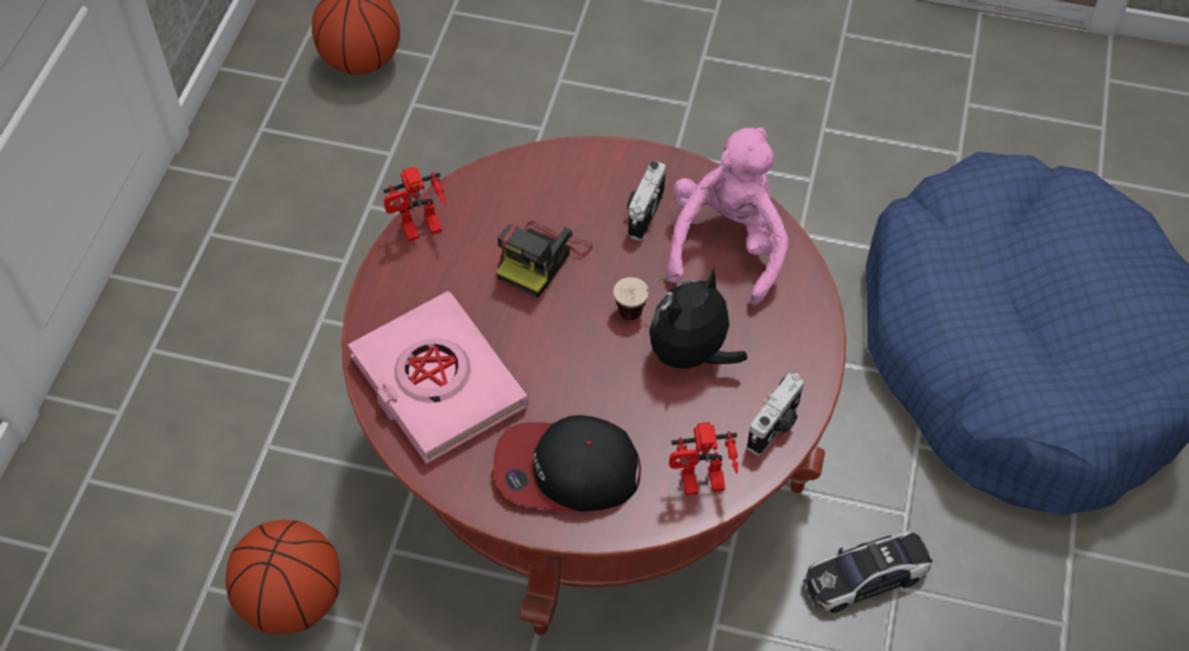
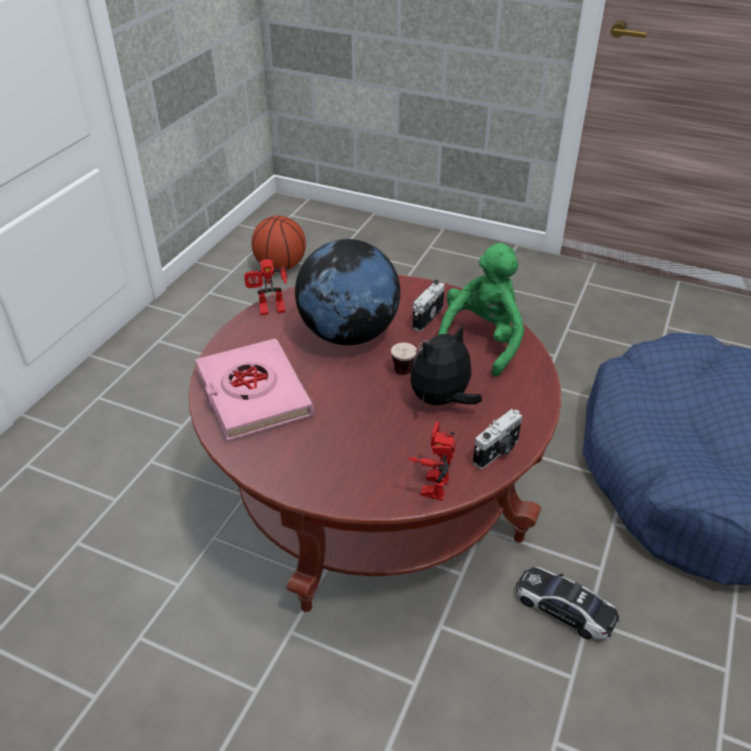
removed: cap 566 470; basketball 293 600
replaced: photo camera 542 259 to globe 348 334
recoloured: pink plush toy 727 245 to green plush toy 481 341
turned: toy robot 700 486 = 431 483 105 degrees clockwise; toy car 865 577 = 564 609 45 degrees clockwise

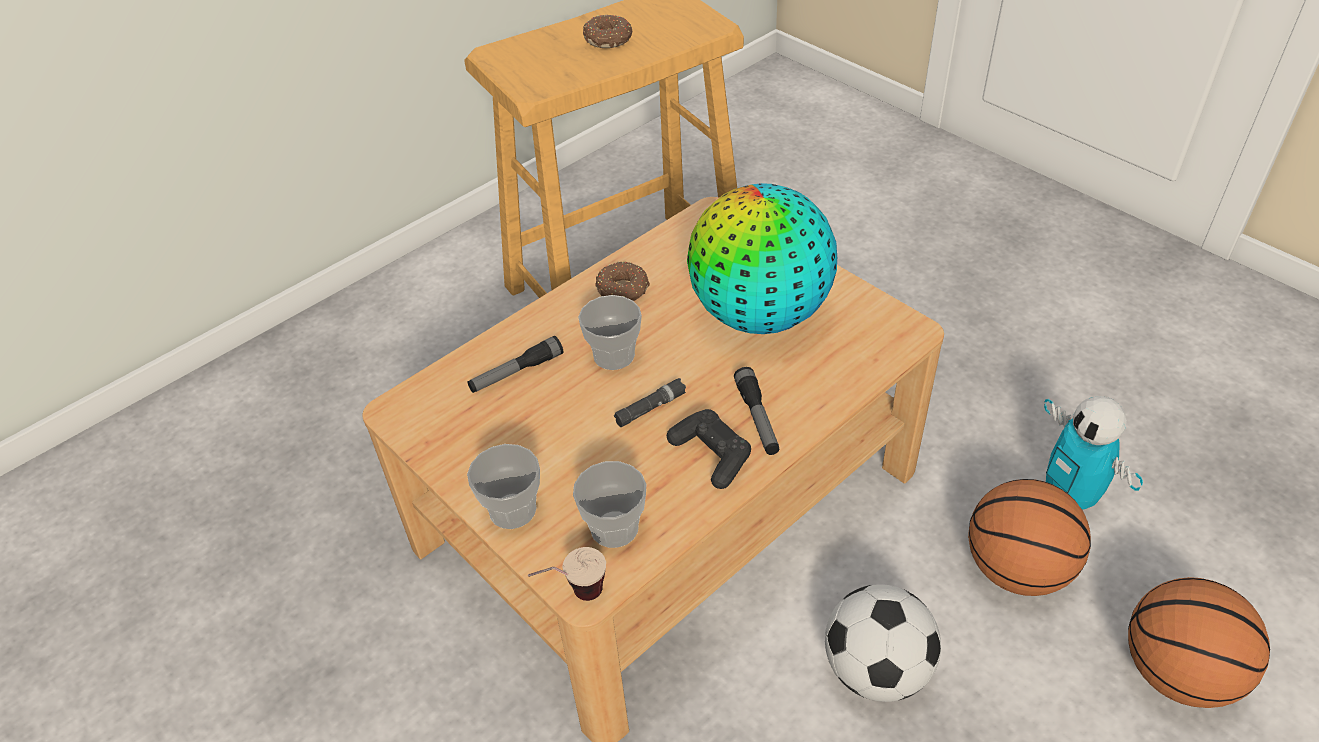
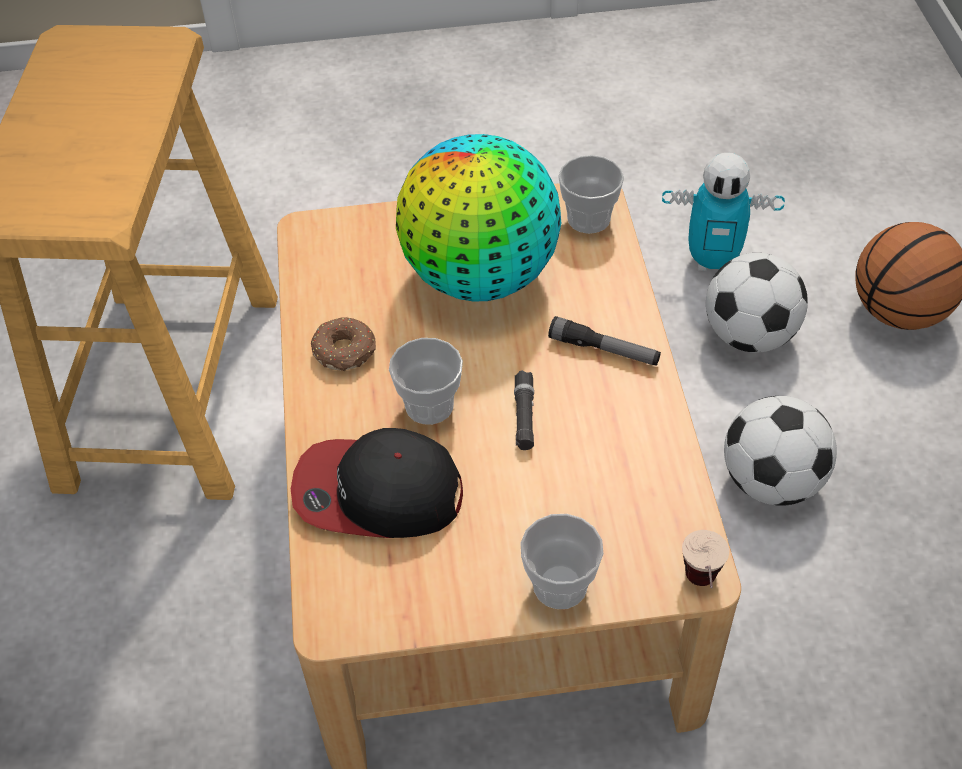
removed: donut 608 40; black game controller 711 455
moved: cup 614 528 to 588 219
replaced: flashlight 516 372 to cap 377 493; basketball 1016 569 to football 749 335

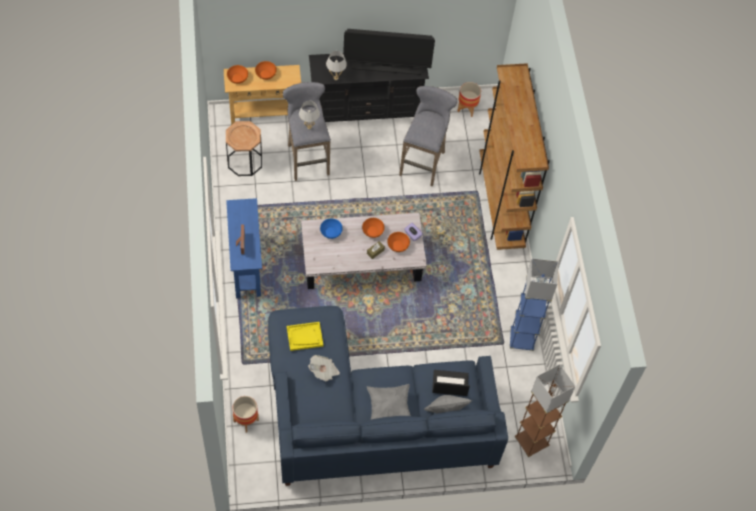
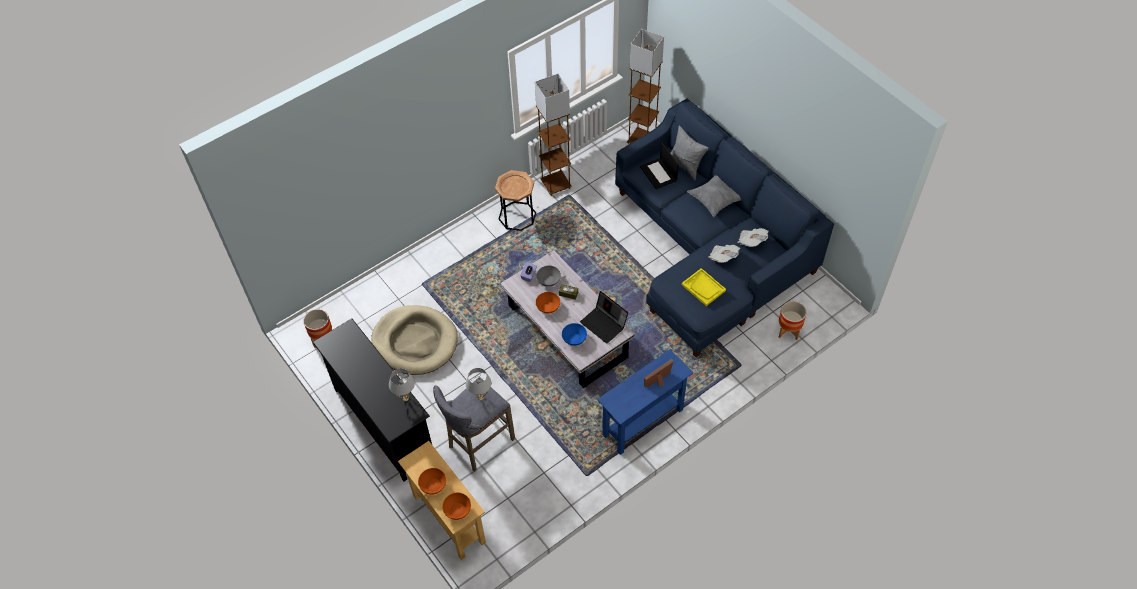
removed: television 387 67; brown bookcase 500 205
added: newspaper 751 241; laptop 604 324
moved: brown side table 245 161 to 517 216
replaced: grey stool 423 161 to beige dog bed 415 342
recoloured: orange bowl 398 245 to grey bowl 549 280; blue floor lamp 521 340 to brown floor lamp 556 185

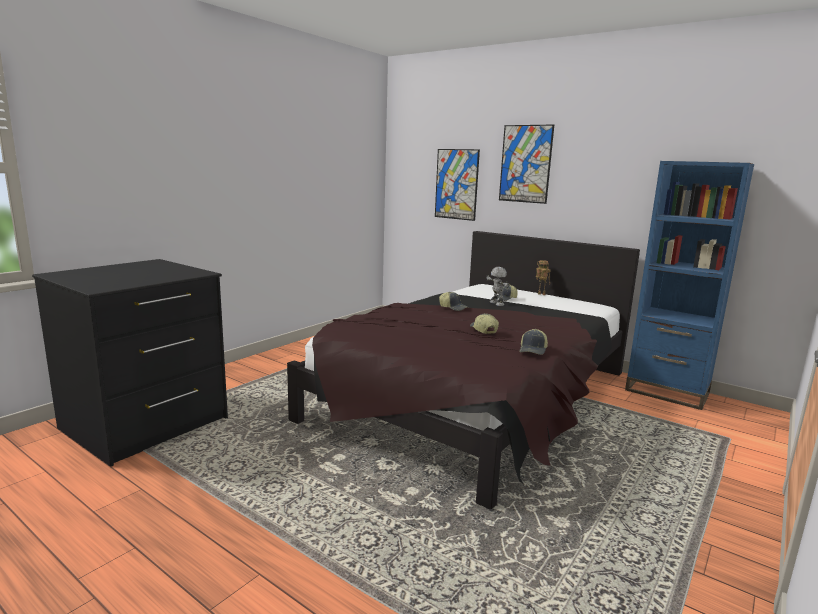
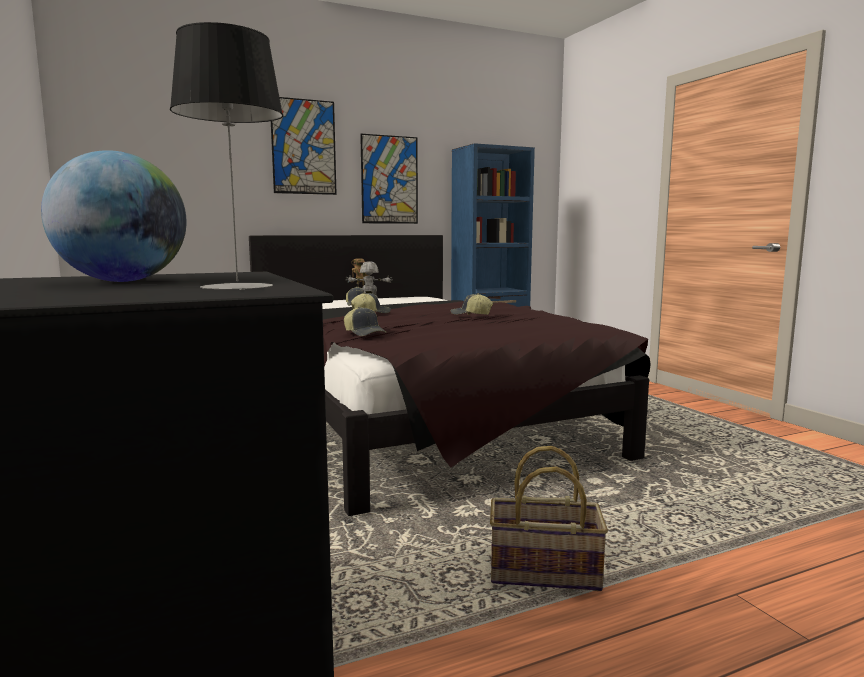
added: table lamp 237 287; globe 123 281; basket 543 573
moved: picture 456 184 to 389 180; cap 533 350 to 365 333

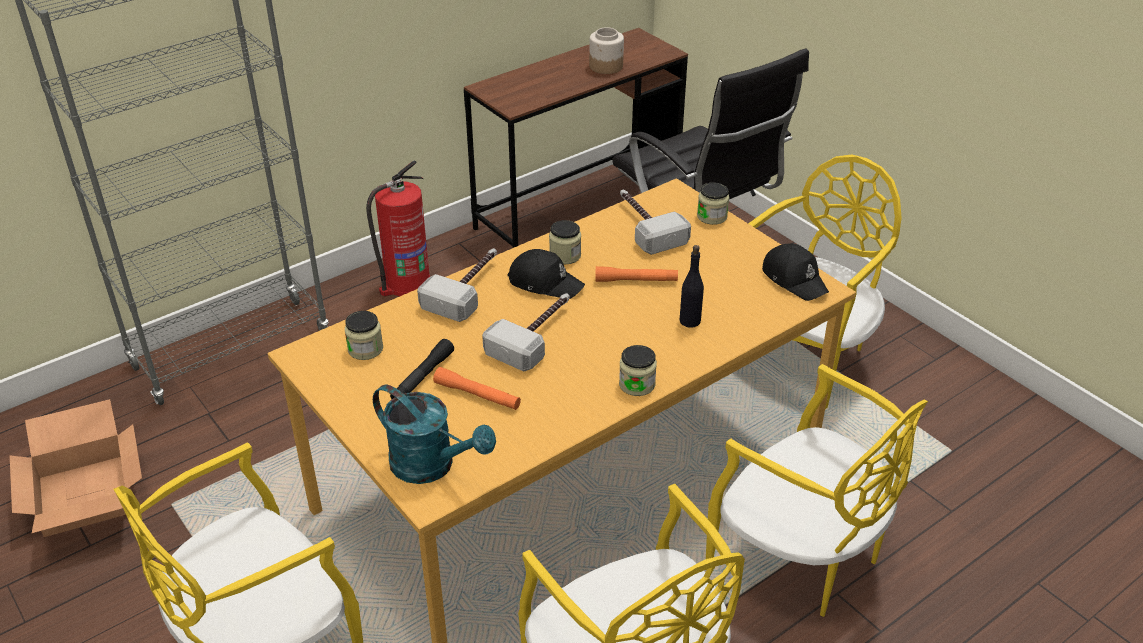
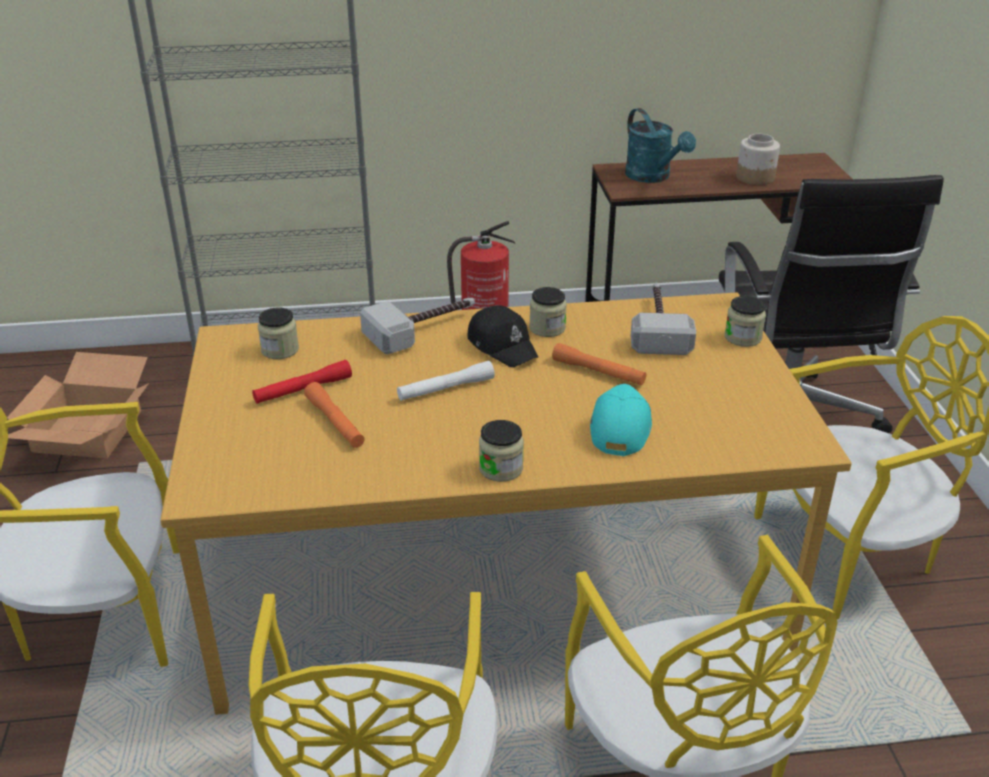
removed: black cap 794 279
moved: turquoise watering can 432 466 to 653 177
replaced: black bottle 689 321 to turquoise cap 619 428; hammer 536 335 to white flashlight 446 389
recoloured: black flashlight 422 377 to red flashlight 303 390

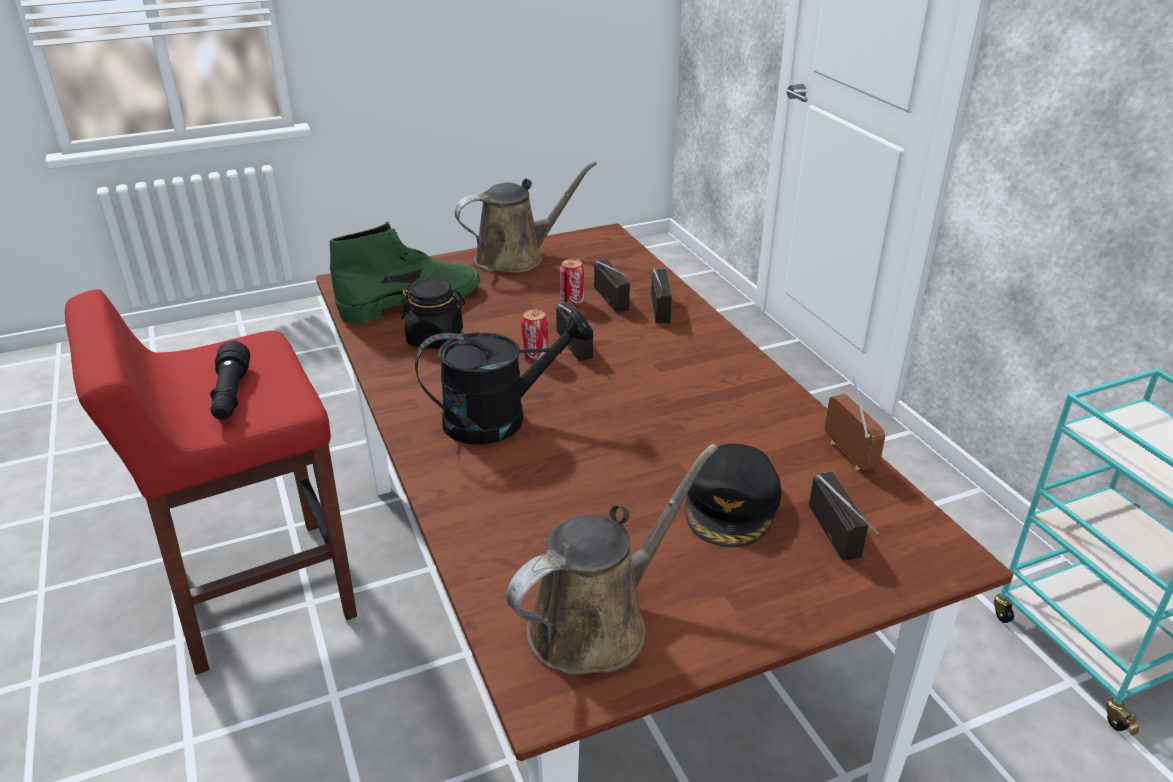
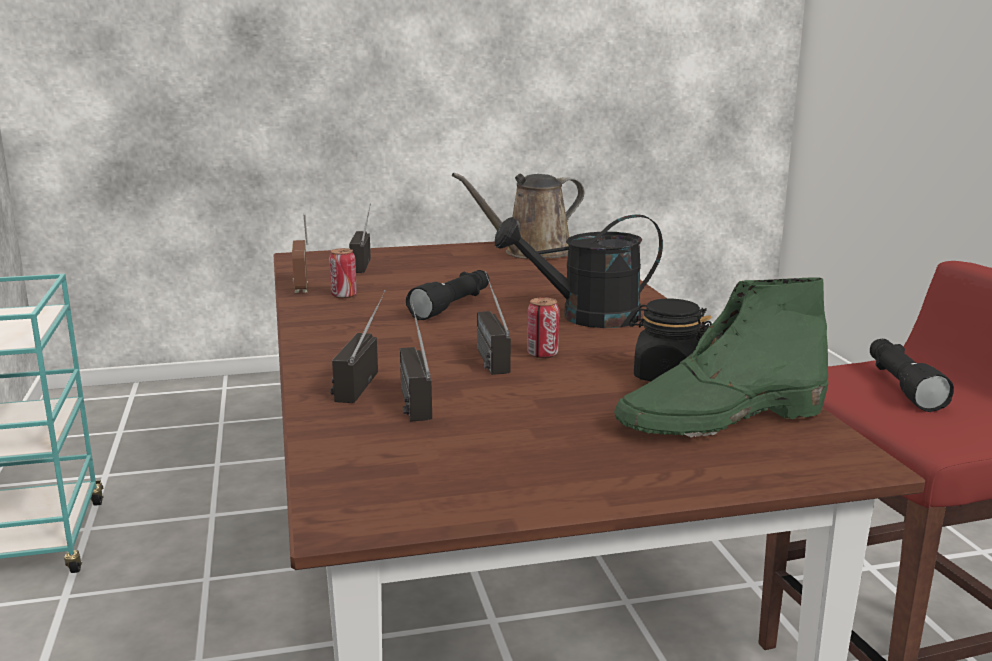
removed: brown watering can 516 257; black cap 732 504
added: black flashlight 453 306
moved: can 572 301 to 344 295

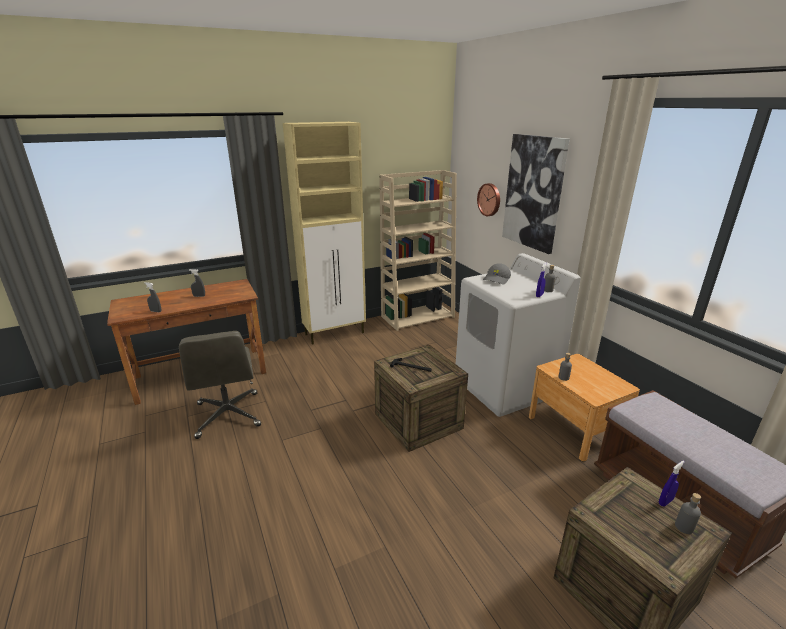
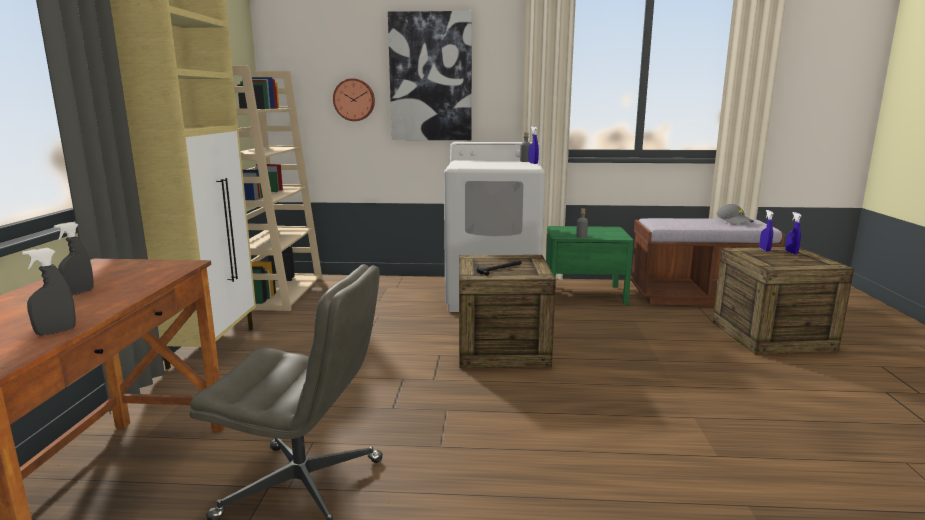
moved: grey cap 497 279 to 734 221
replaced: grey bottle 684 527 to blue spray bottle 791 252
recoloured: brown nightstand 574 429 to green nightstand 584 294

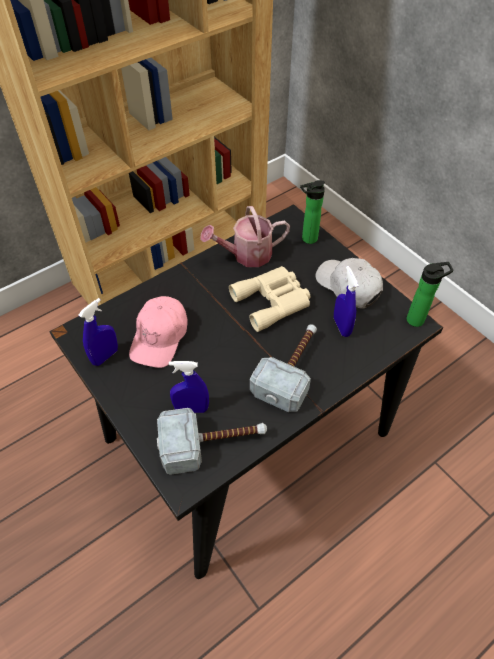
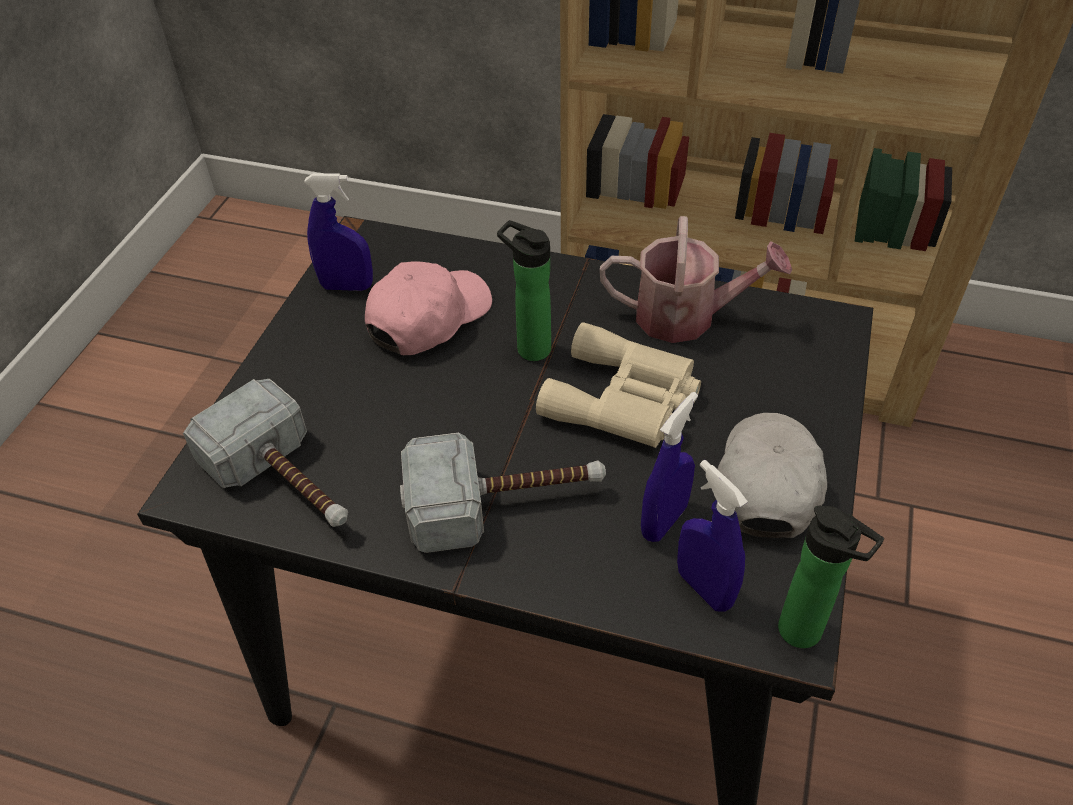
moved: bottle 307 239 to 529 347; blue spray bottle 191 409 to 704 588
turned: watering can 246 255 = 686 316 150 degrees clockwise; pink cap 160 337 = 428 318 150 degrees clockwise

